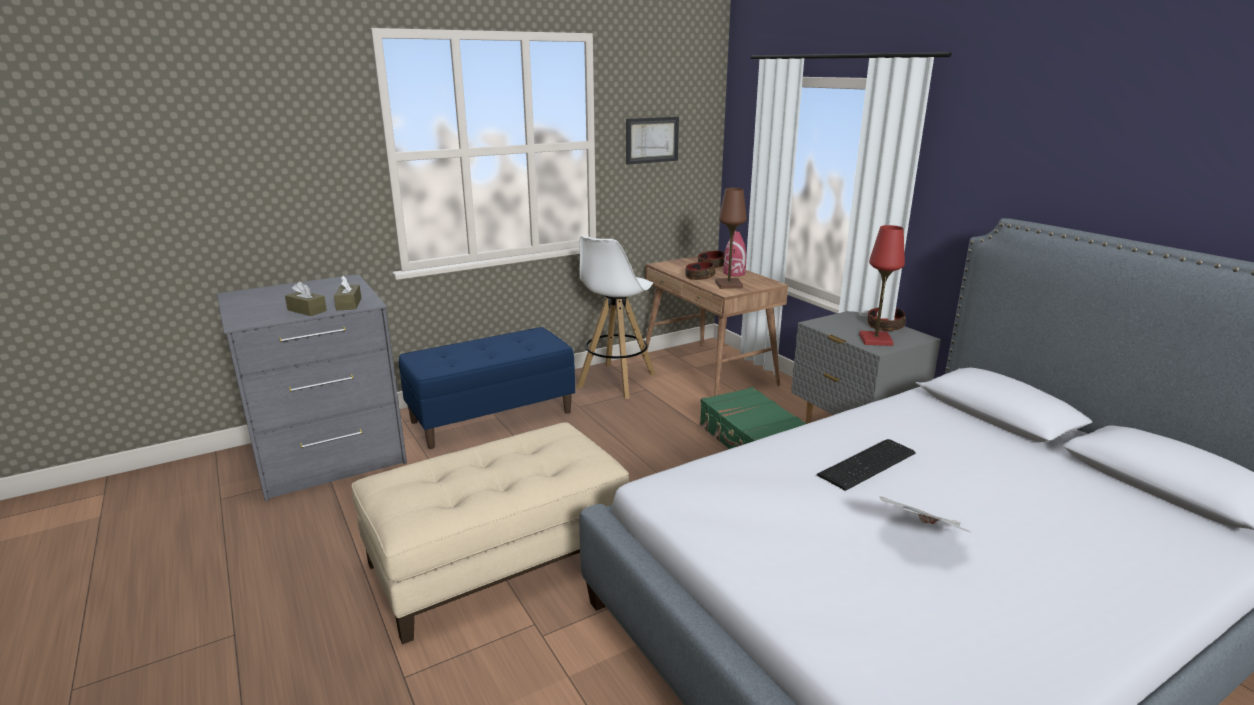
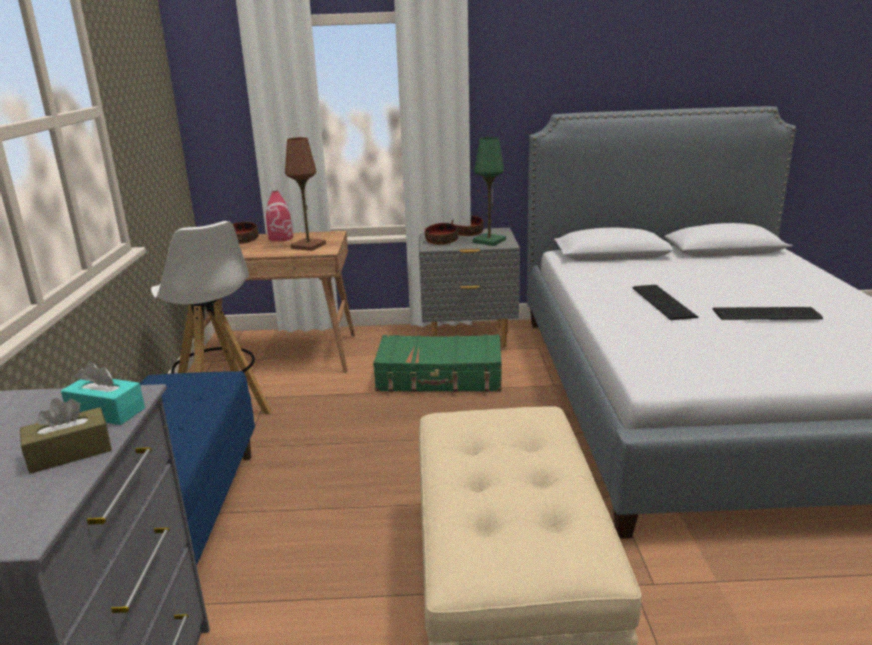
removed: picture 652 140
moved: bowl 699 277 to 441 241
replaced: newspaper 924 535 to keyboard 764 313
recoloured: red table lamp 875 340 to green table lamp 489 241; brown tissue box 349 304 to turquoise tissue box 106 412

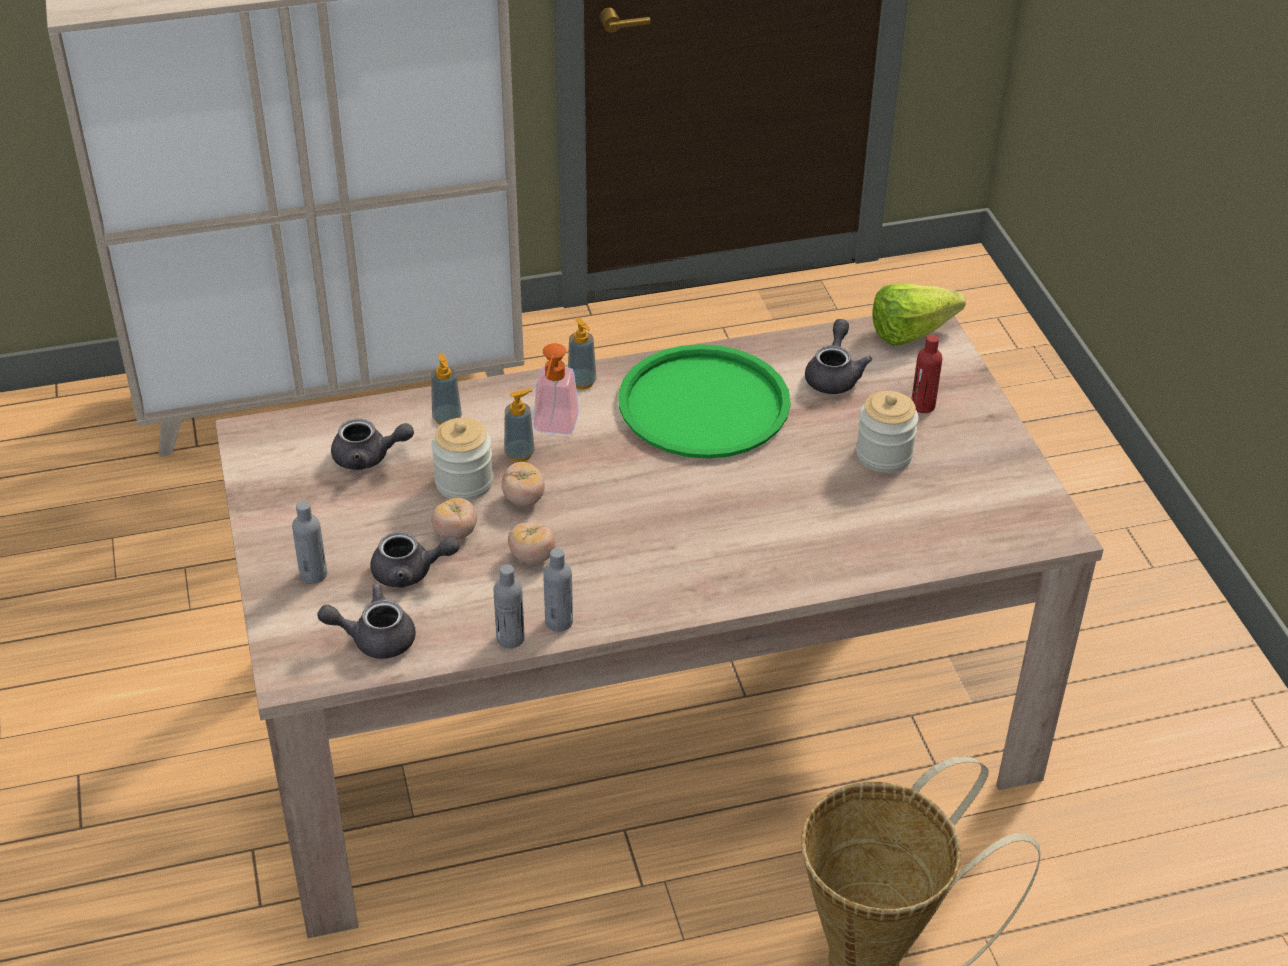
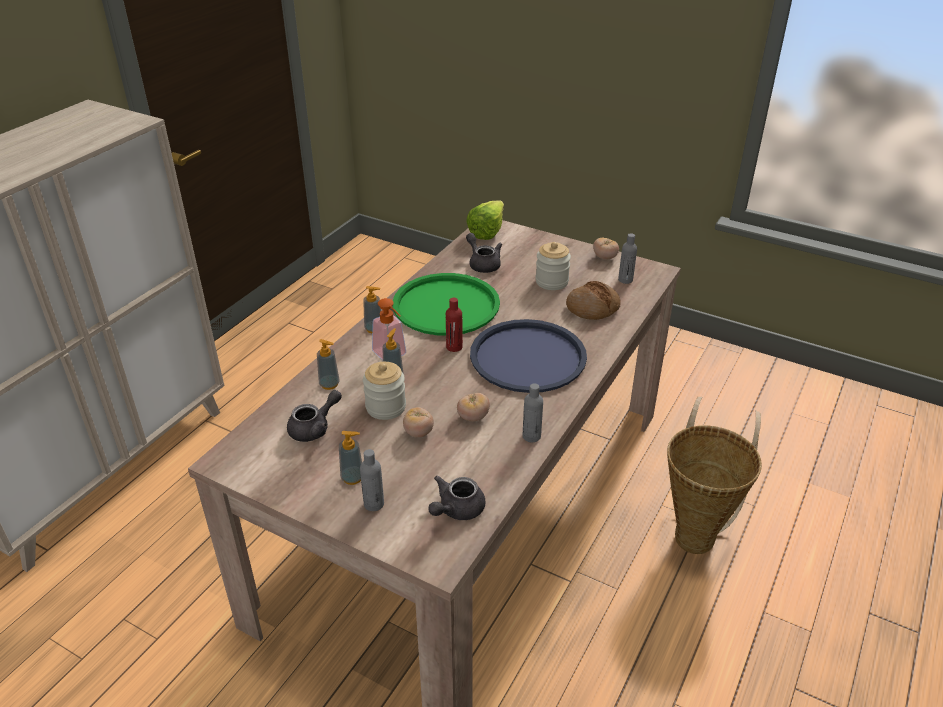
removed: grey teapot 411 572
added: bread 592 308; blue tray 527 357; soap dispenser 352 478
moved: red bottle 922 406 to 454 347; tomato 523 499 to 604 257; grey bottle 510 638 to 625 280

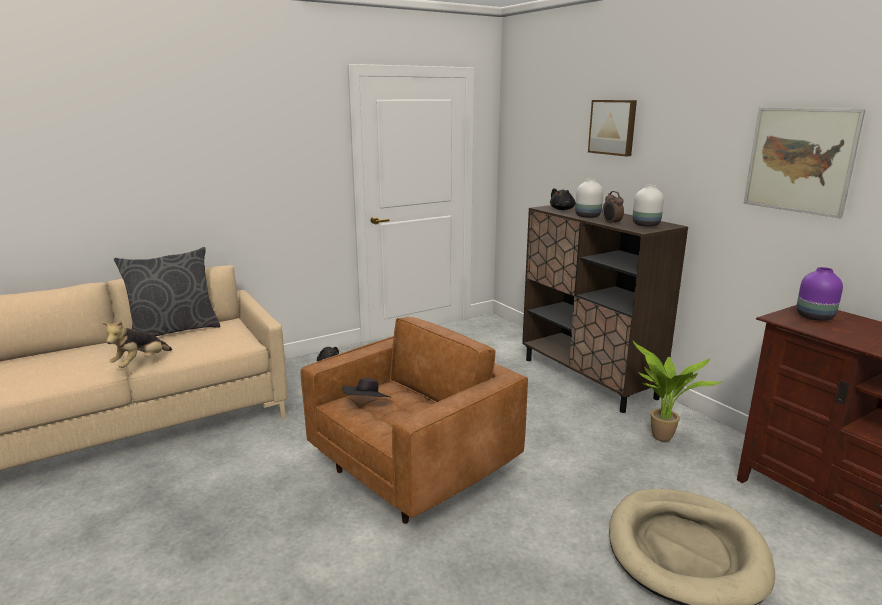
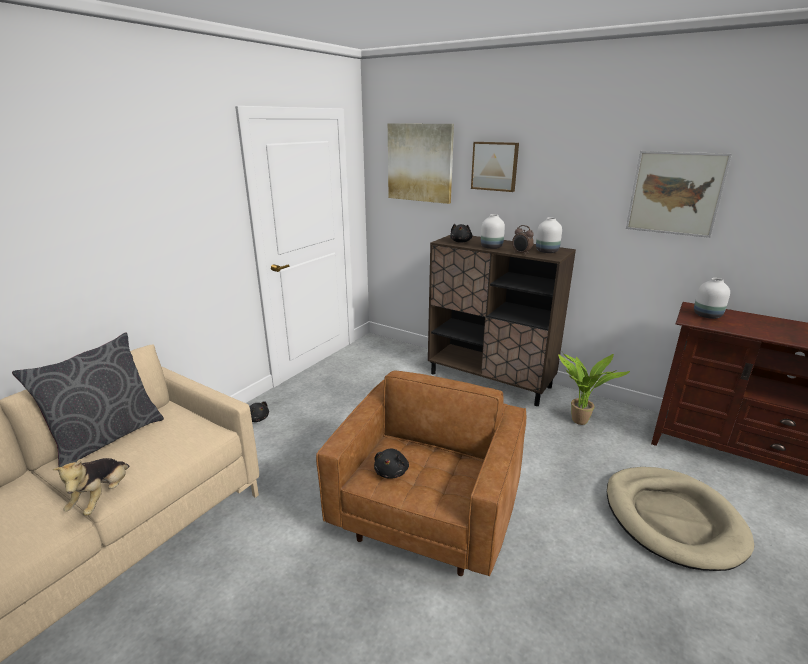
added: picture 420 163
replaced: black hat 367 404 to black plush toy 392 472
recoloured: purple vase 814 317 to white vase 707 316

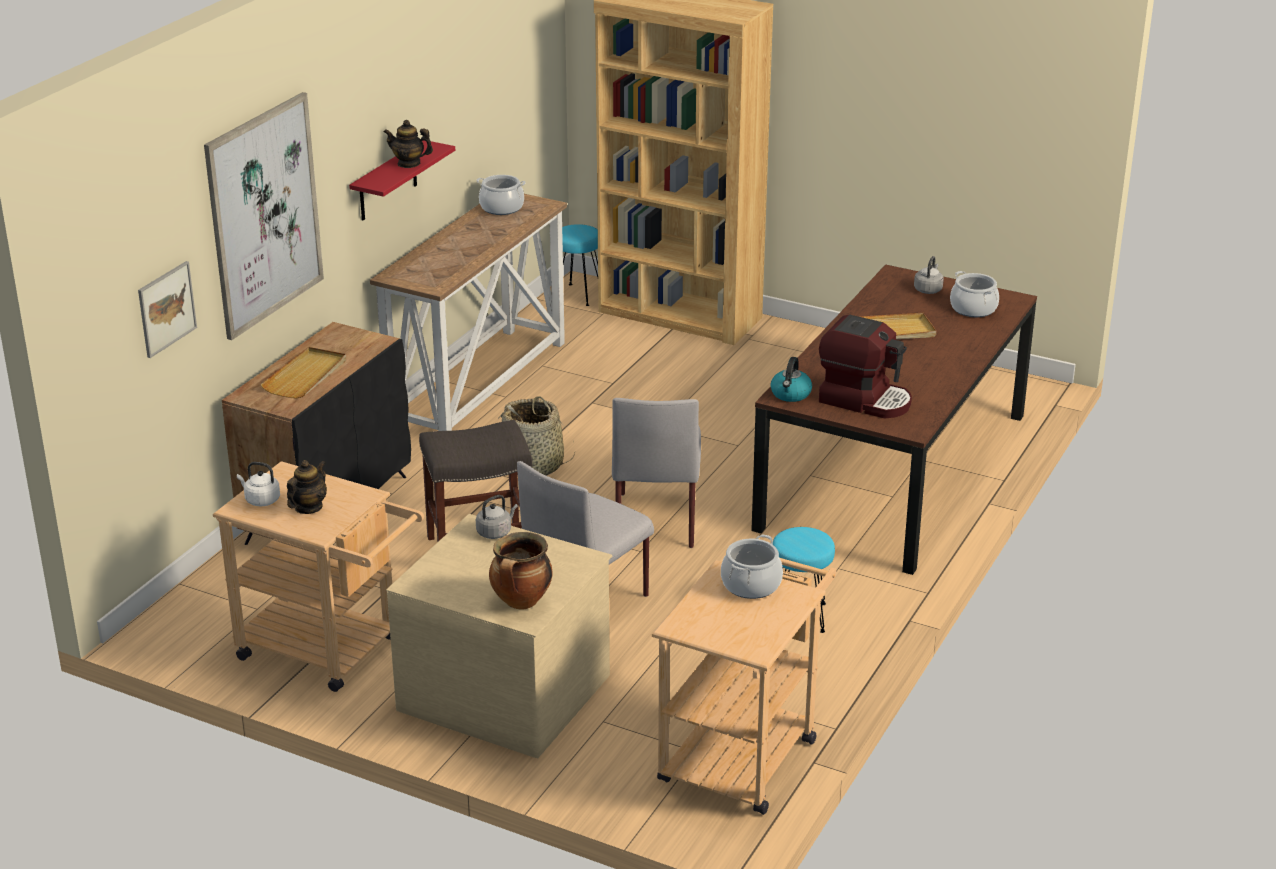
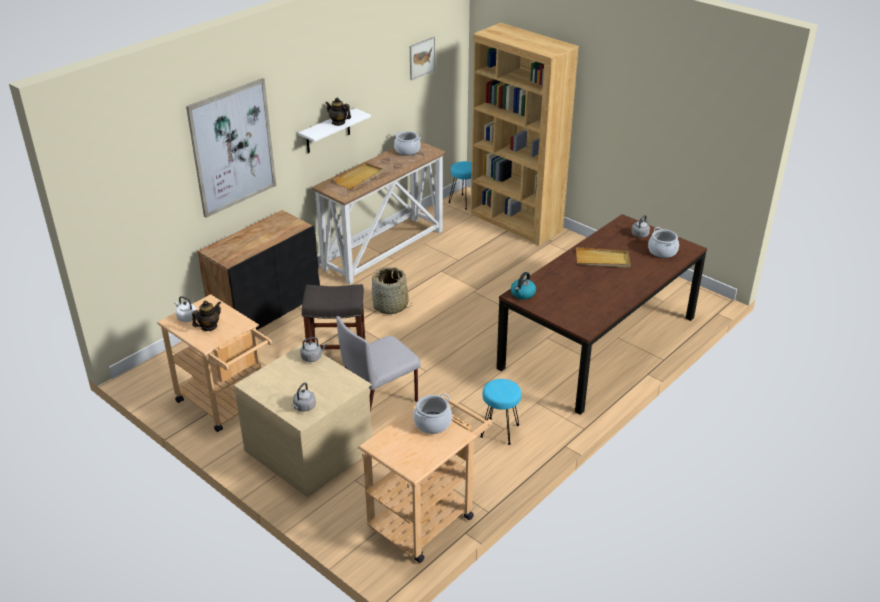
removed: coffee machine 865 400; grey chair 655 519
moved: picture 166 309 to 422 58; beige tray 306 376 to 359 178
replaced: cooking pot 521 602 to grey kettle 303 407
recoloured: red shelf 388 182 to white shelf 328 131

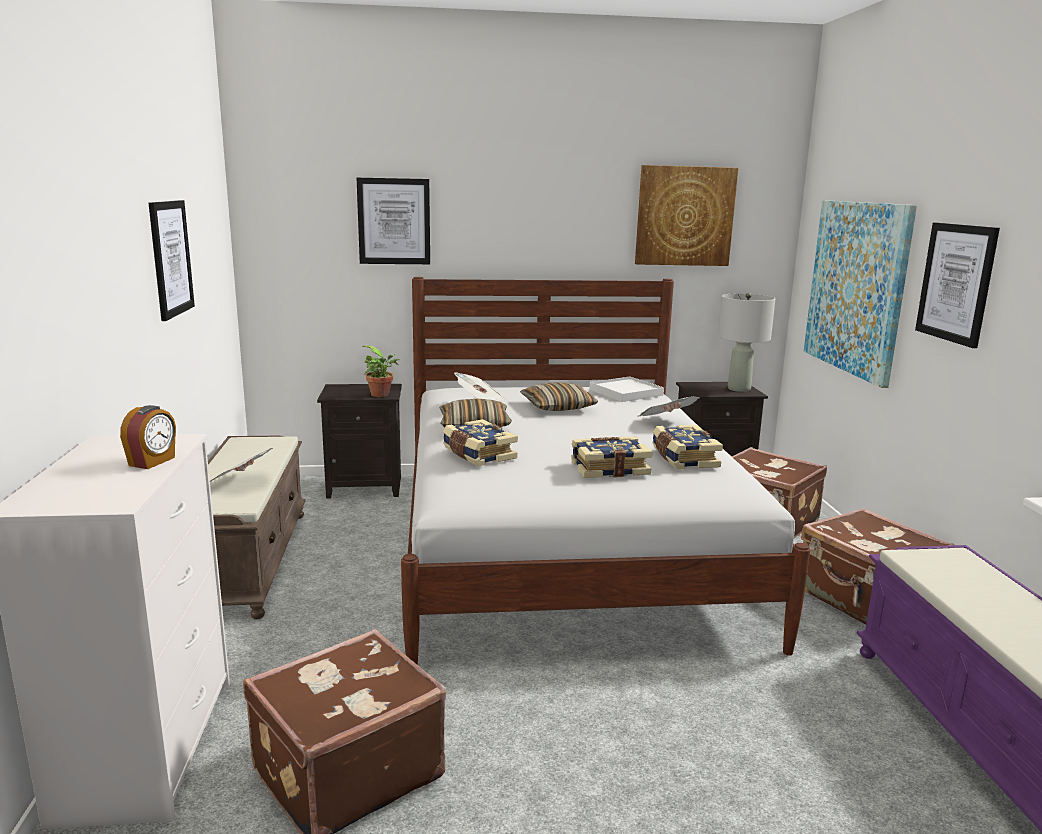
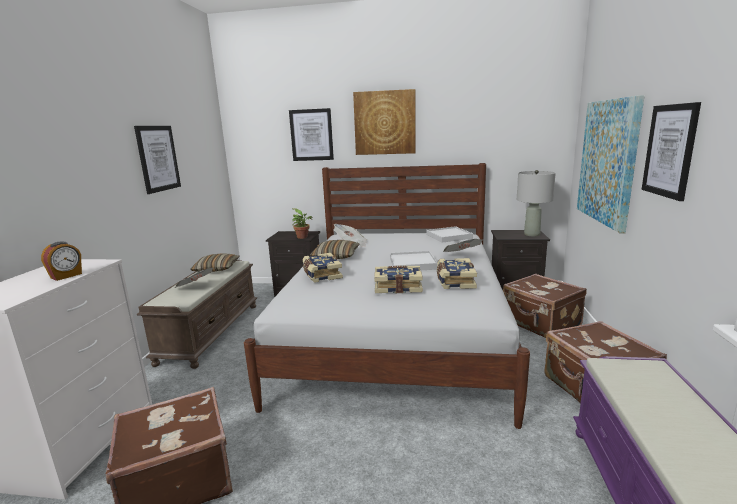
added: white tray 412 264
moved: picture 684 216 to 385 123; pillow 558 407 to 216 269

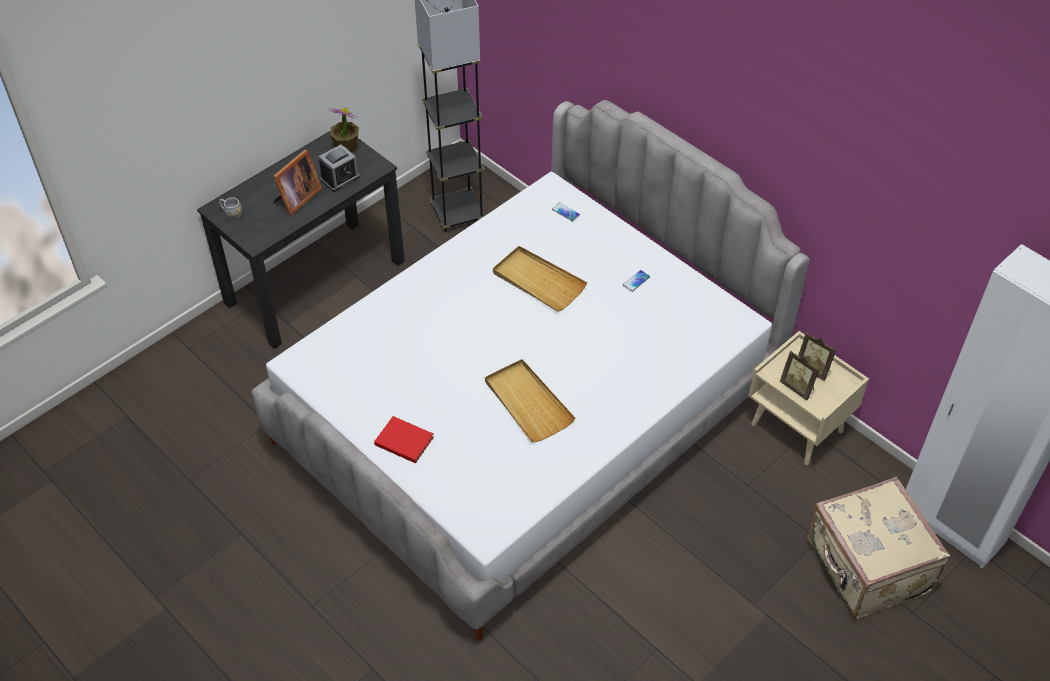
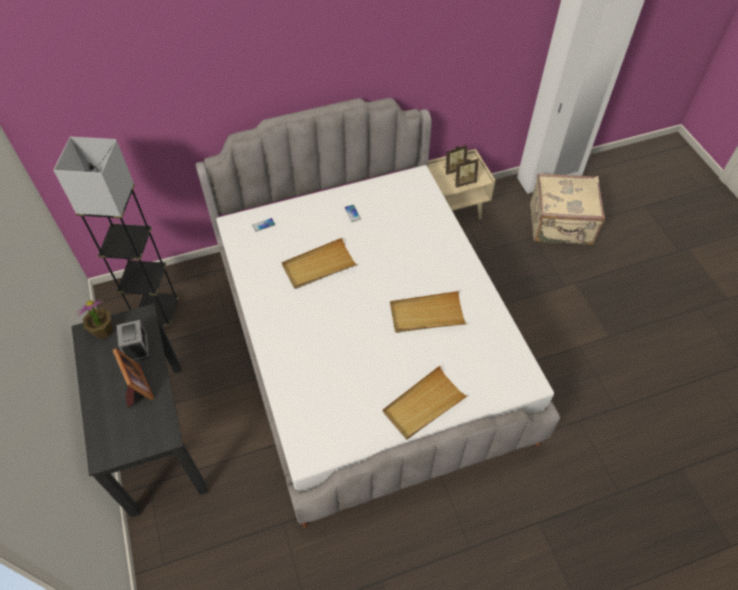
removed: grey mug 231 214
replaced: red book 403 440 to beige tray 423 404

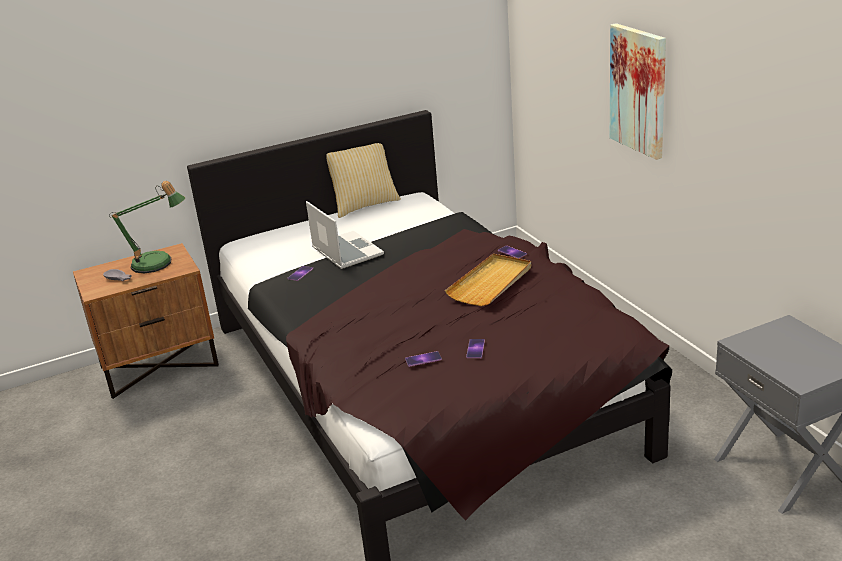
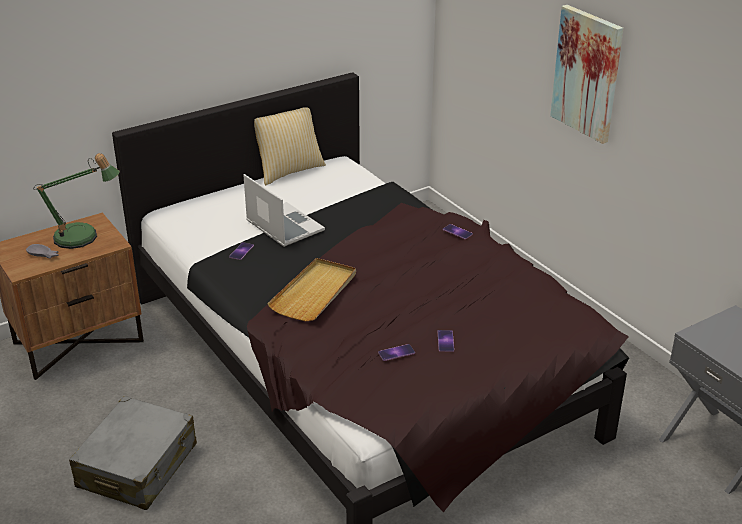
added: grey suitcase 138 466
moved: beige tray 491 283 to 315 292

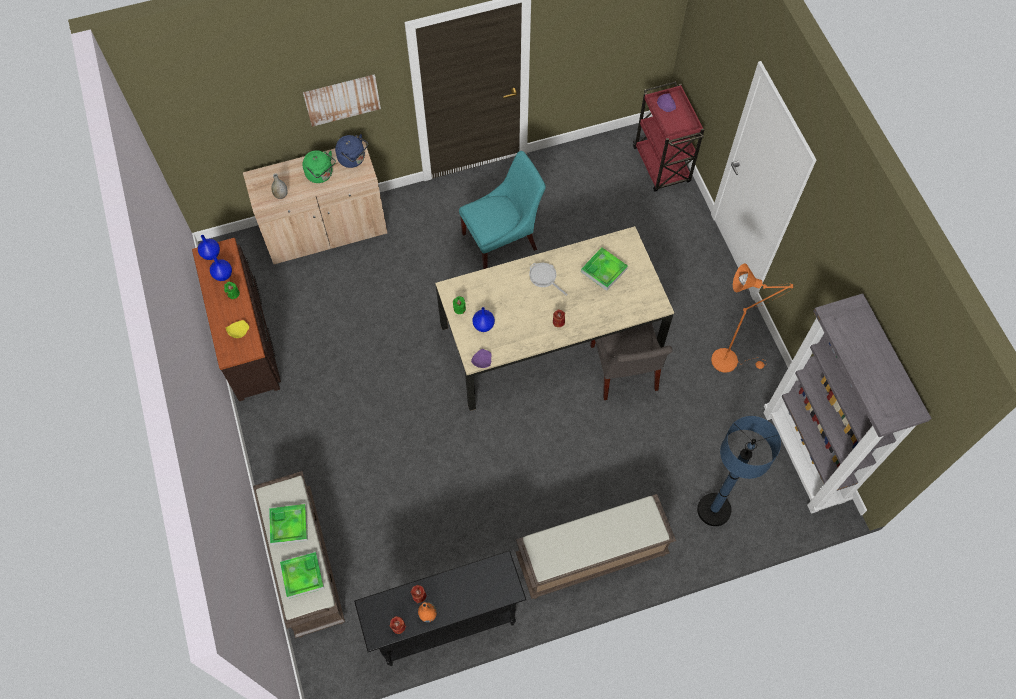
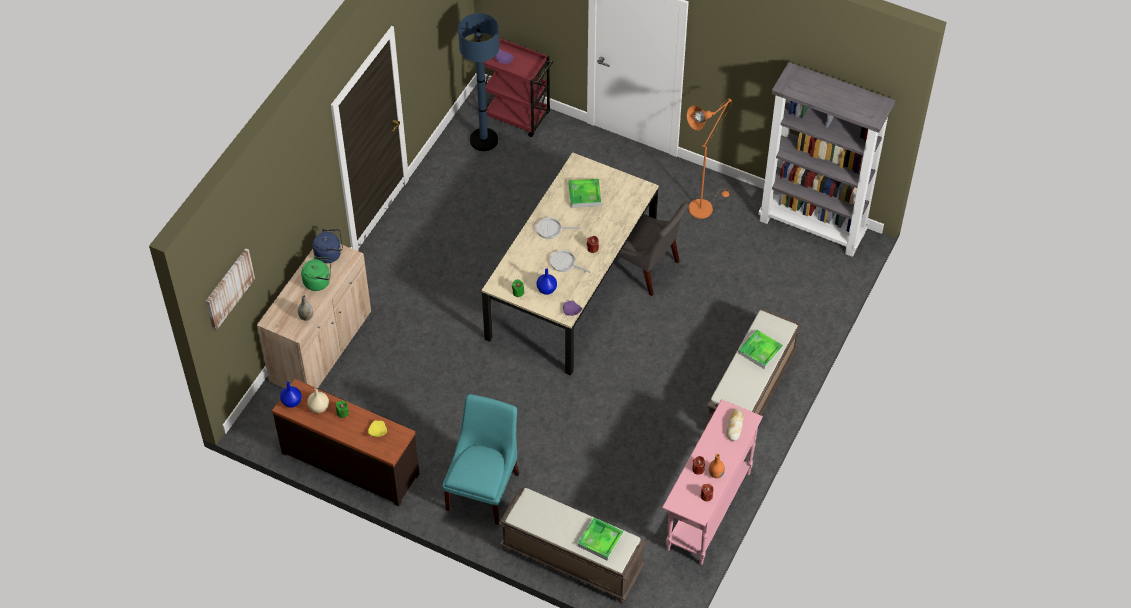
added: frying pan 564 263; bread 735 426
moved: picture 342 99 to 229 288; turquoise chair 503 240 to 484 488; blue floor lamp 714 510 to 484 140; tray 289 525 to 760 351
recoloured: blue vase 223 275 to beige vase 318 407; black console table 445 624 to pink console table 708 511

